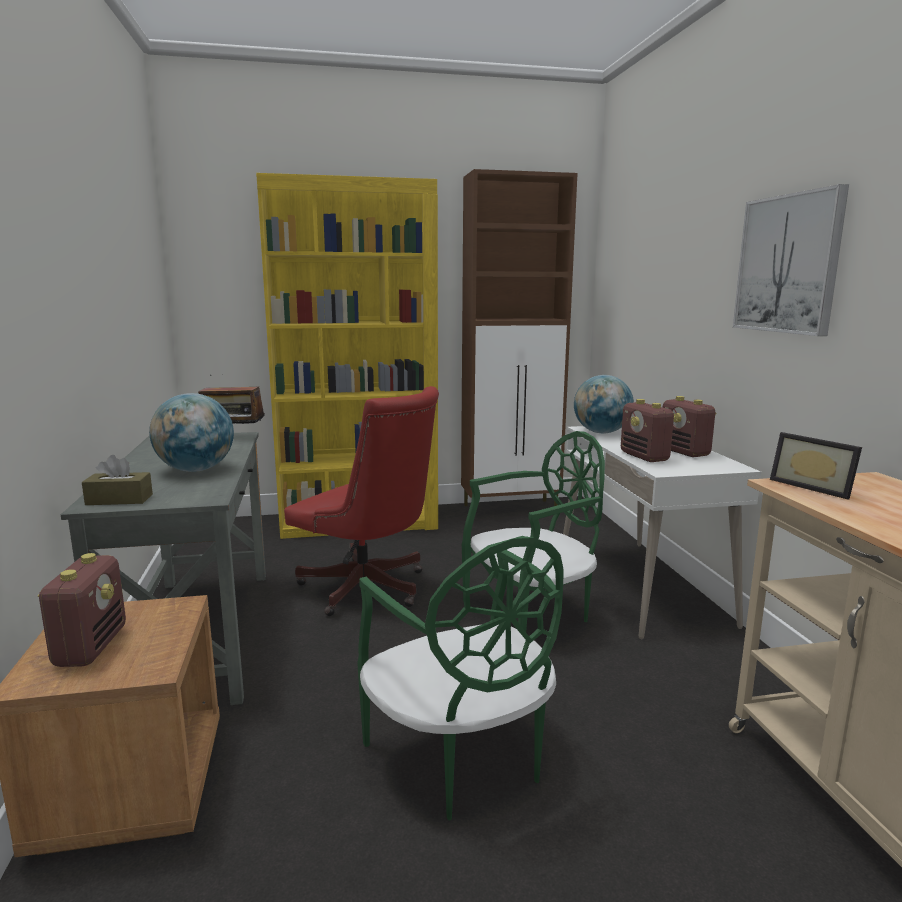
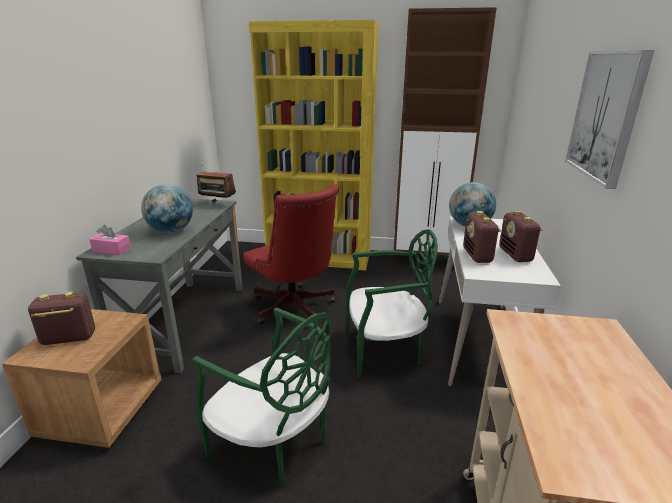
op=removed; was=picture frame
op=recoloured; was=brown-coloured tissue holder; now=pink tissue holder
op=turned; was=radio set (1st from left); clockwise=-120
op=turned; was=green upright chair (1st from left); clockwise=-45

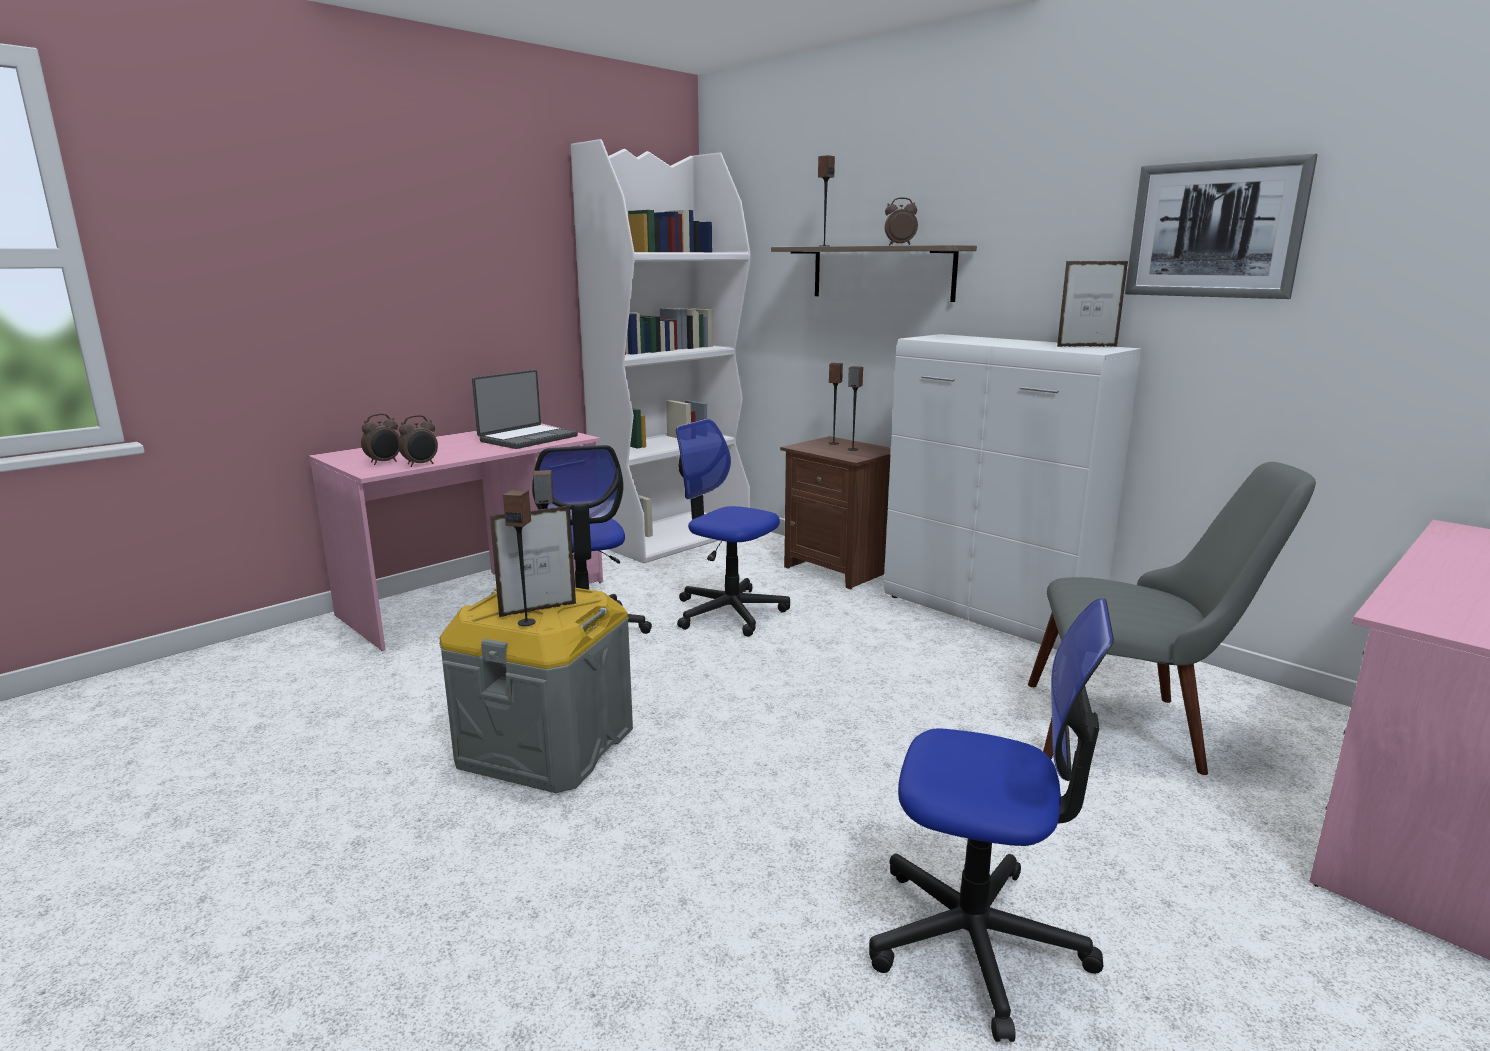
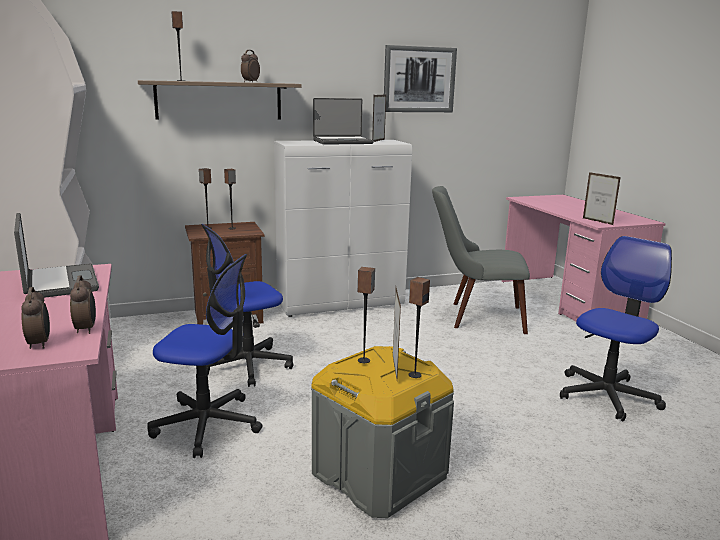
op=added; now=laptop (2nd from left)
op=added; now=picture frame (3rd from left)
op=turned; was=grey upright chair; clockwise=-120

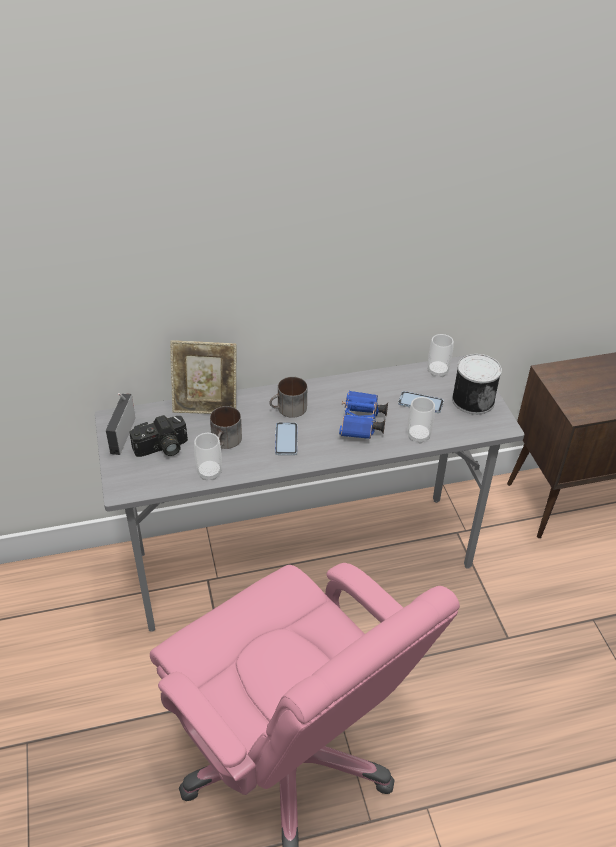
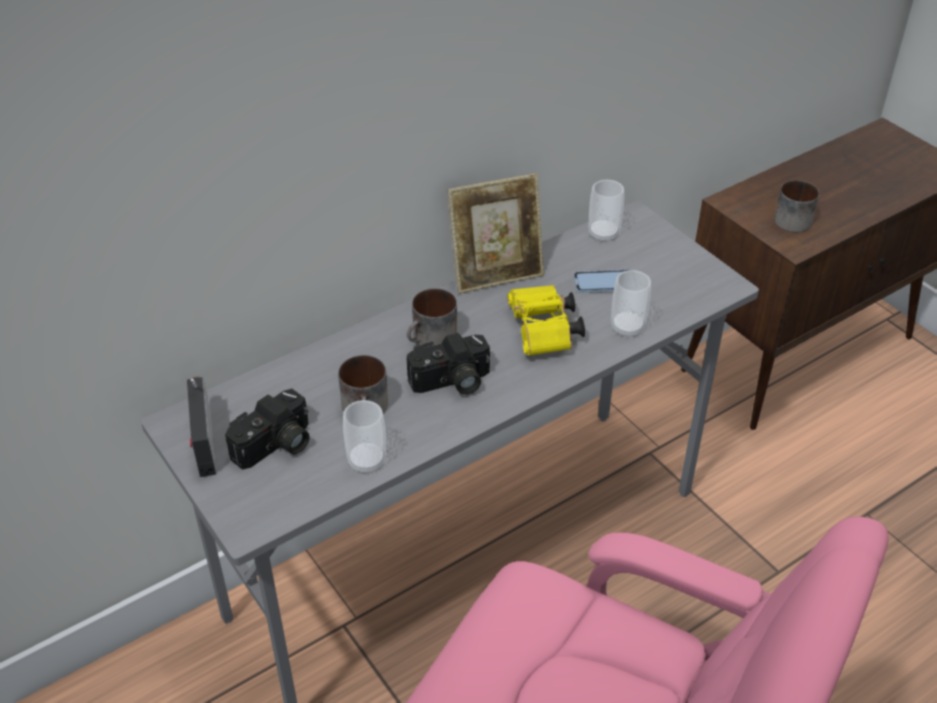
op=removed; was=sealed can
op=added; now=coffee mug (3rd from left)
op=moved; was=picture frame
op=replaced; was=phone (1st from left); now=still camera (2nd from left)
op=recoloured; was=blue pair of binoculars; now=yellow-coloured pair of binoculars

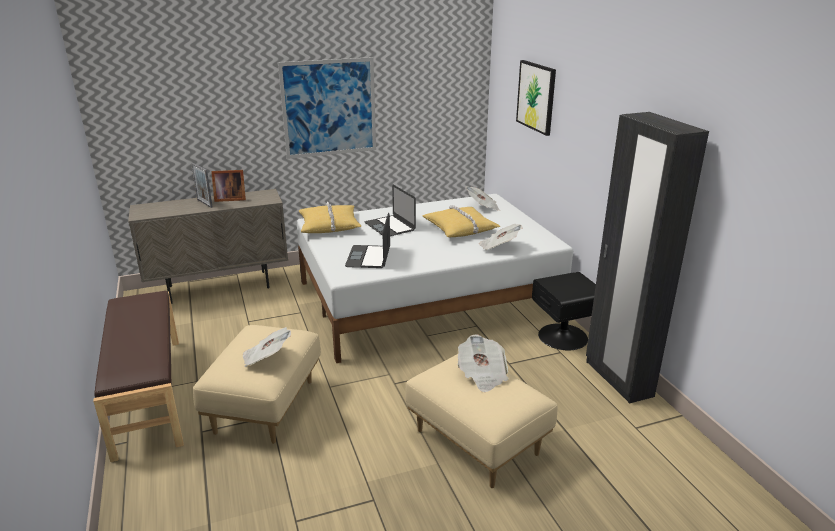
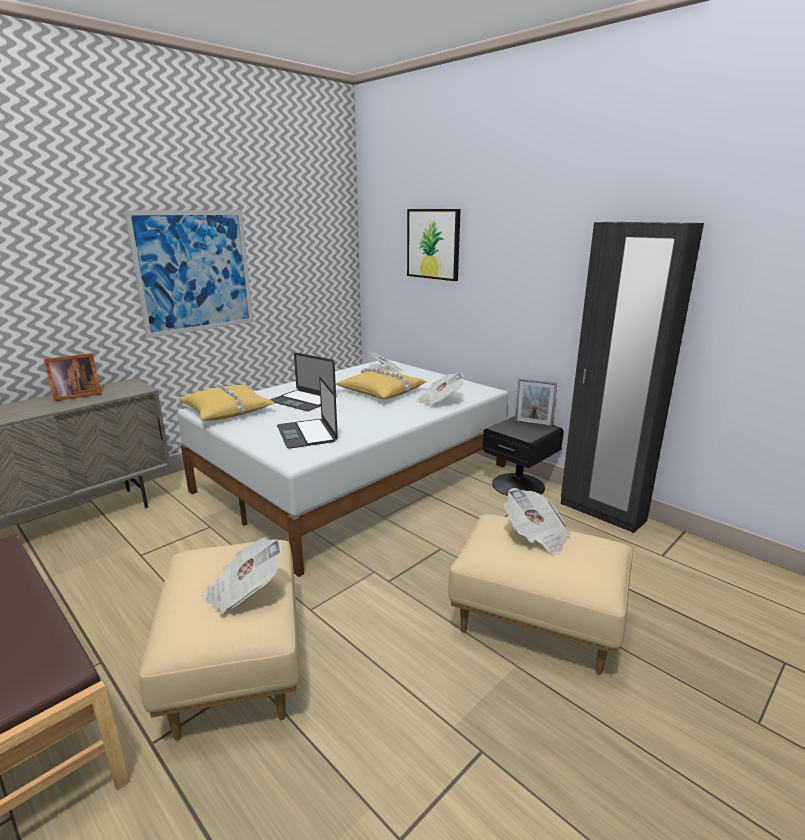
op=moved; was=picture frame (1st from left in the first image); now=picture frame (2nd from left)

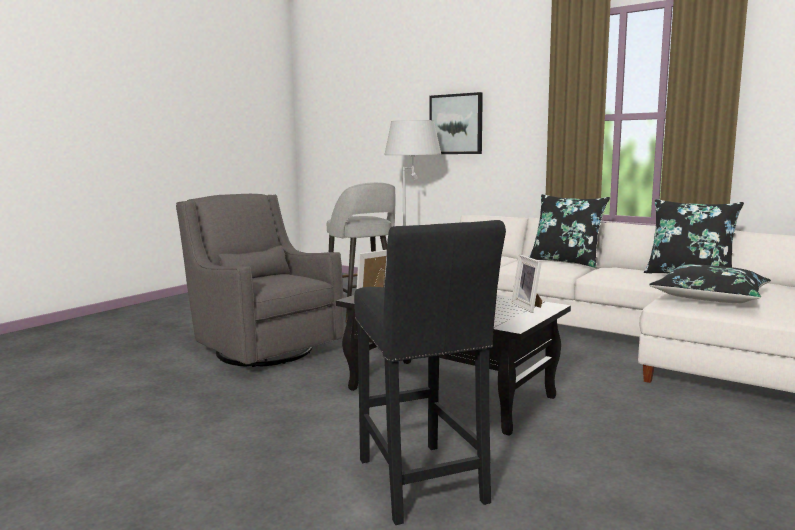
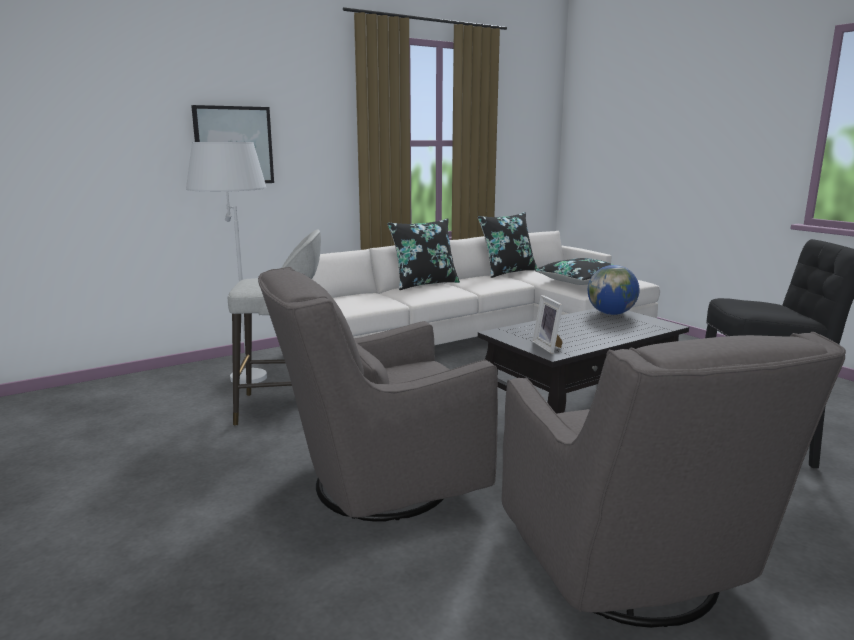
op=added; now=grey armchair (2nd from left)
op=replaced; was=picture frame (2nd from left); now=globe

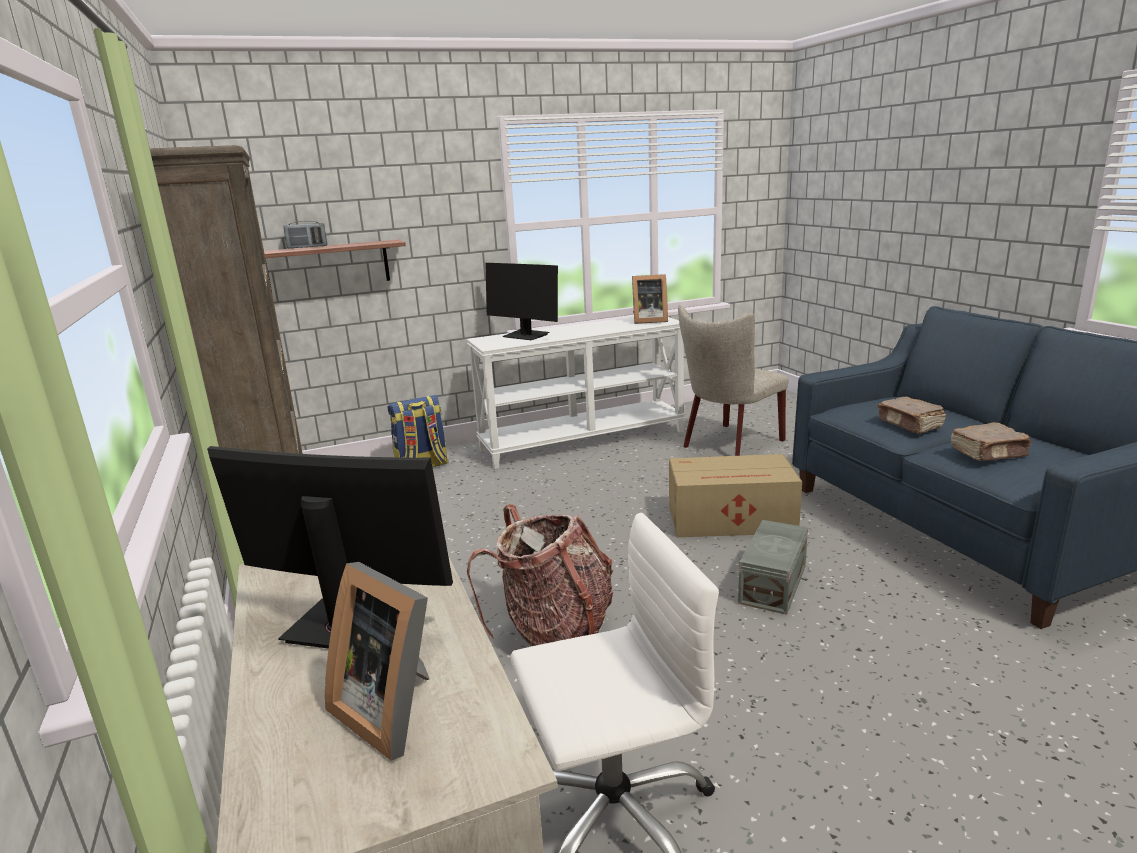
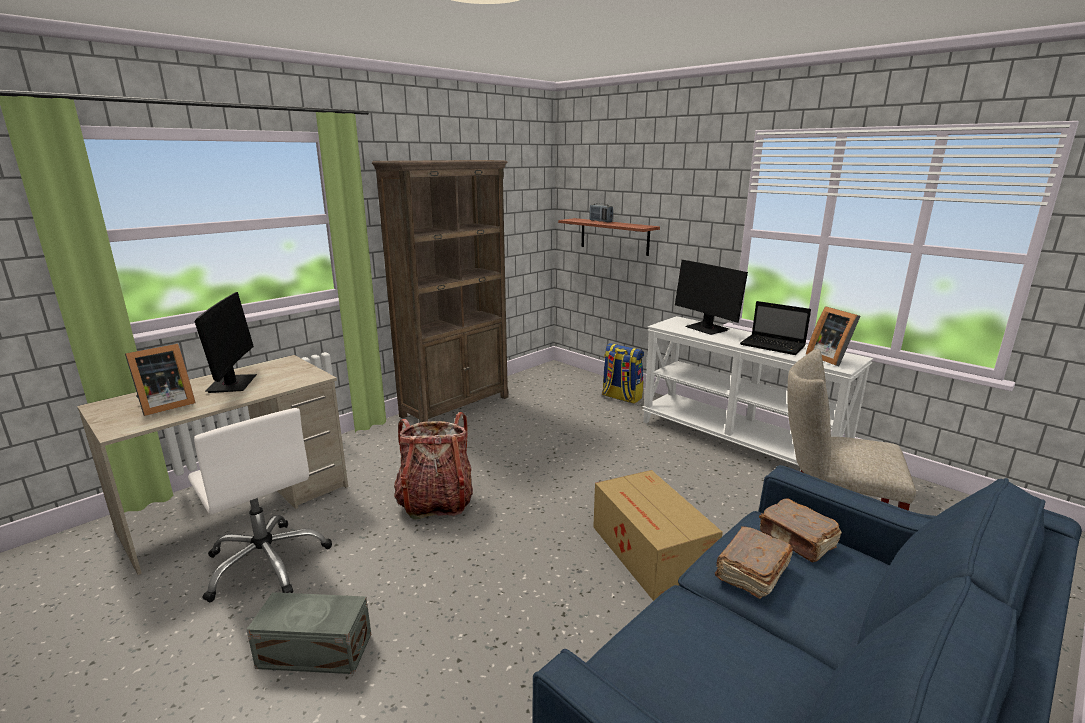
op=added; now=laptop
op=moved; was=grey storage box
op=moved; was=brown-coloured book (2nd from left)
op=turned; was=picture frame (1st from left); clockwise=-150
op=turned; was=computer display (2nd from left); clockwise=-45

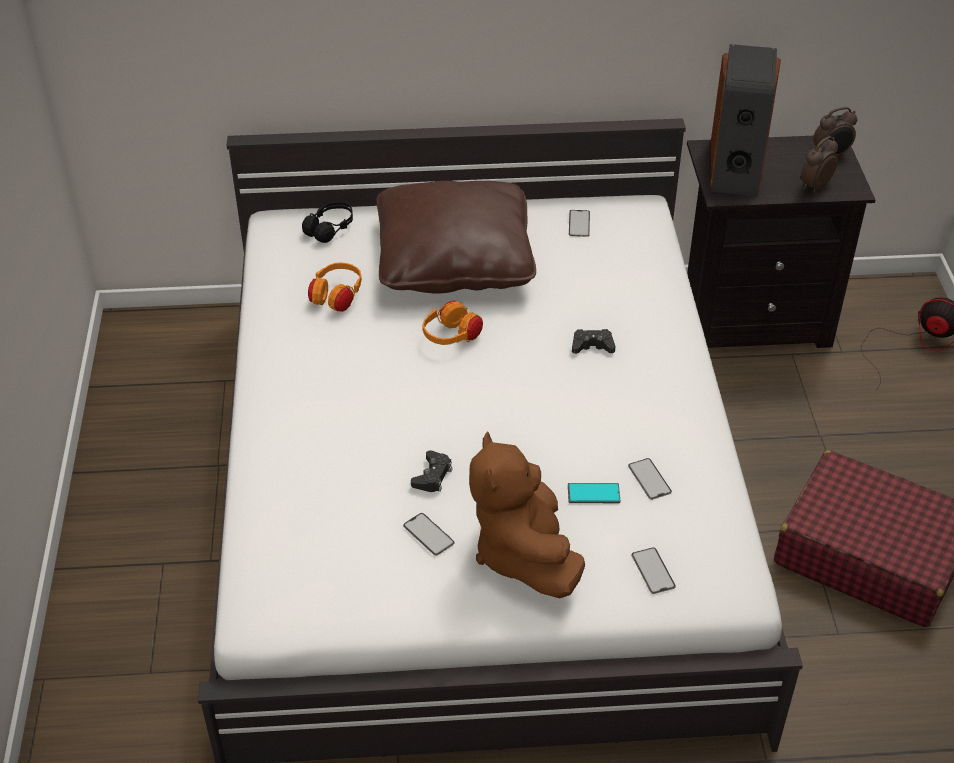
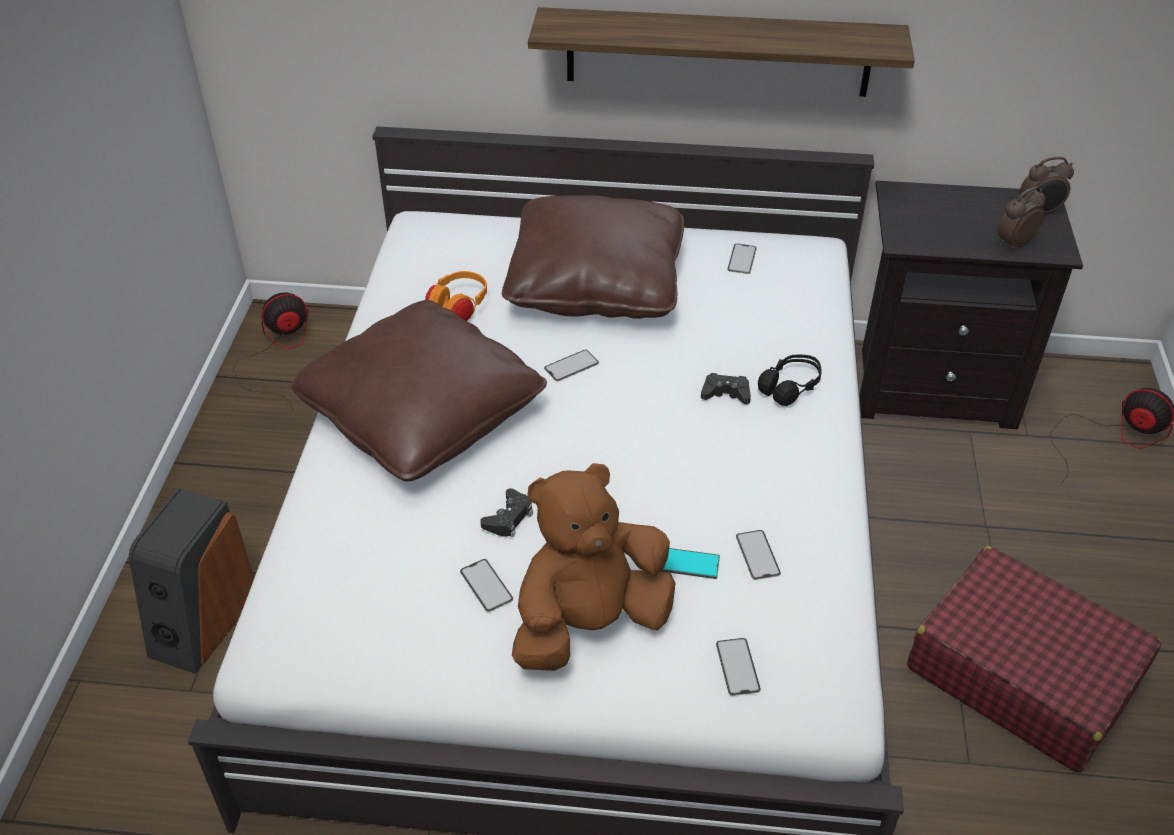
op=added; now=fan (1st from left)
op=added; now=brown-coloured pillow (1st from left)
op=added; now=shelf
op=moved; was=blackish pair of headphones
op=moved; was=audio speaker
op=replaced; was=orange-coloured pair of headphones (2nd from left); now=phone (2nd from left)
op=turned; was=brown-coloured plush toy; clockwise=60

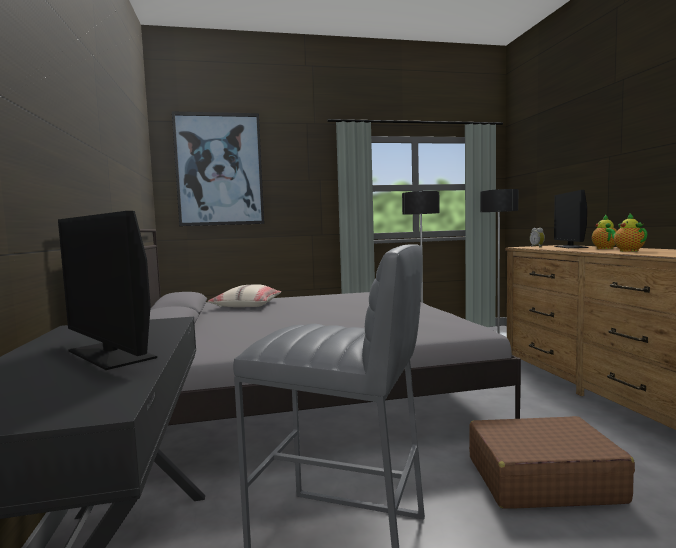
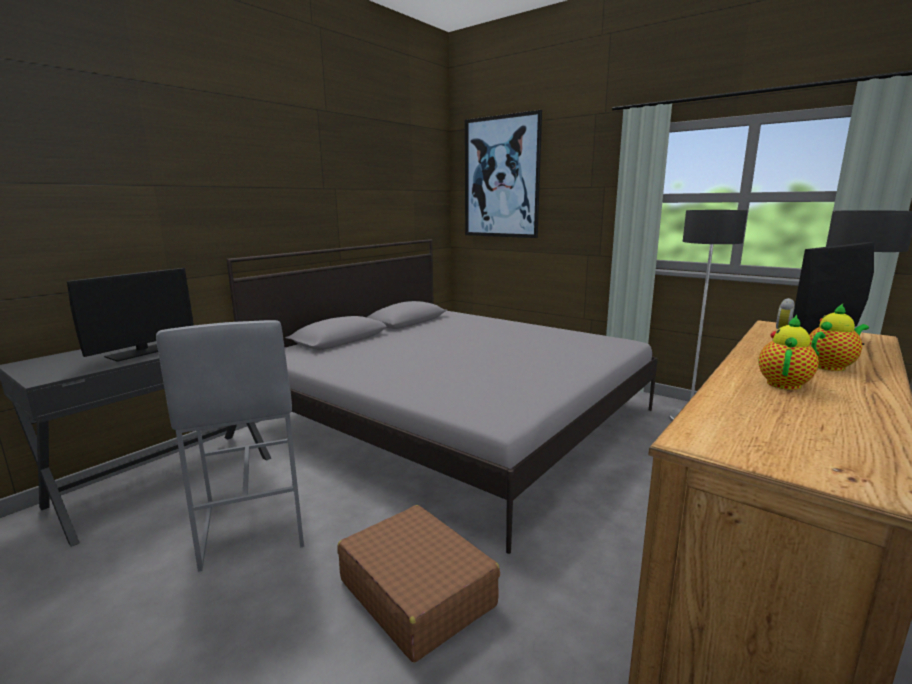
op=removed; was=sand-coloured pillow
op=turned; was=computer display (1st from left); clockwise=-150

